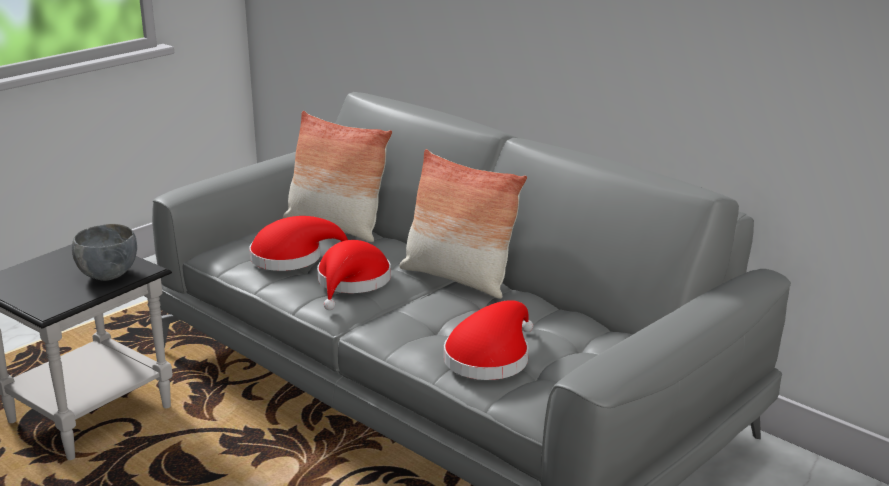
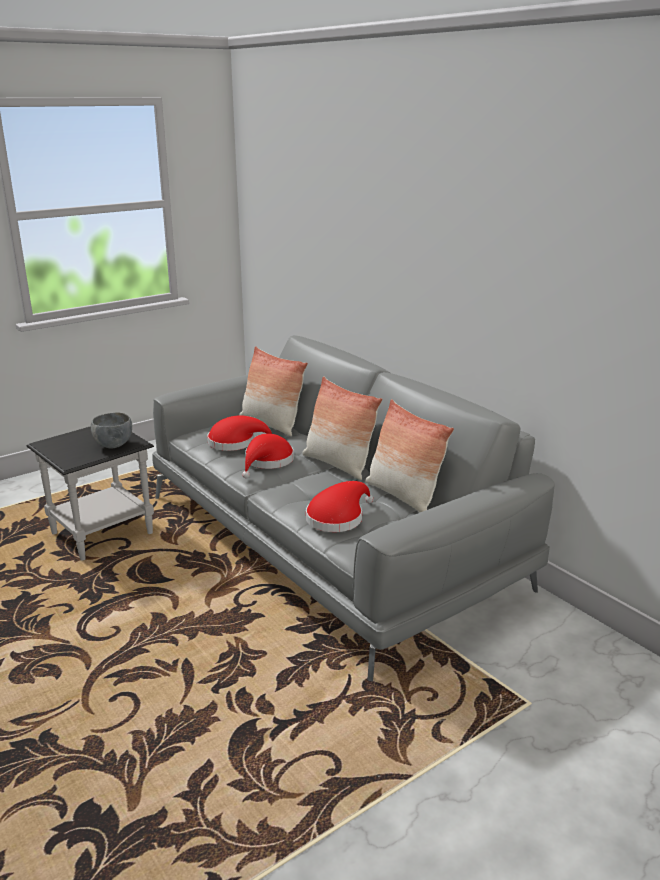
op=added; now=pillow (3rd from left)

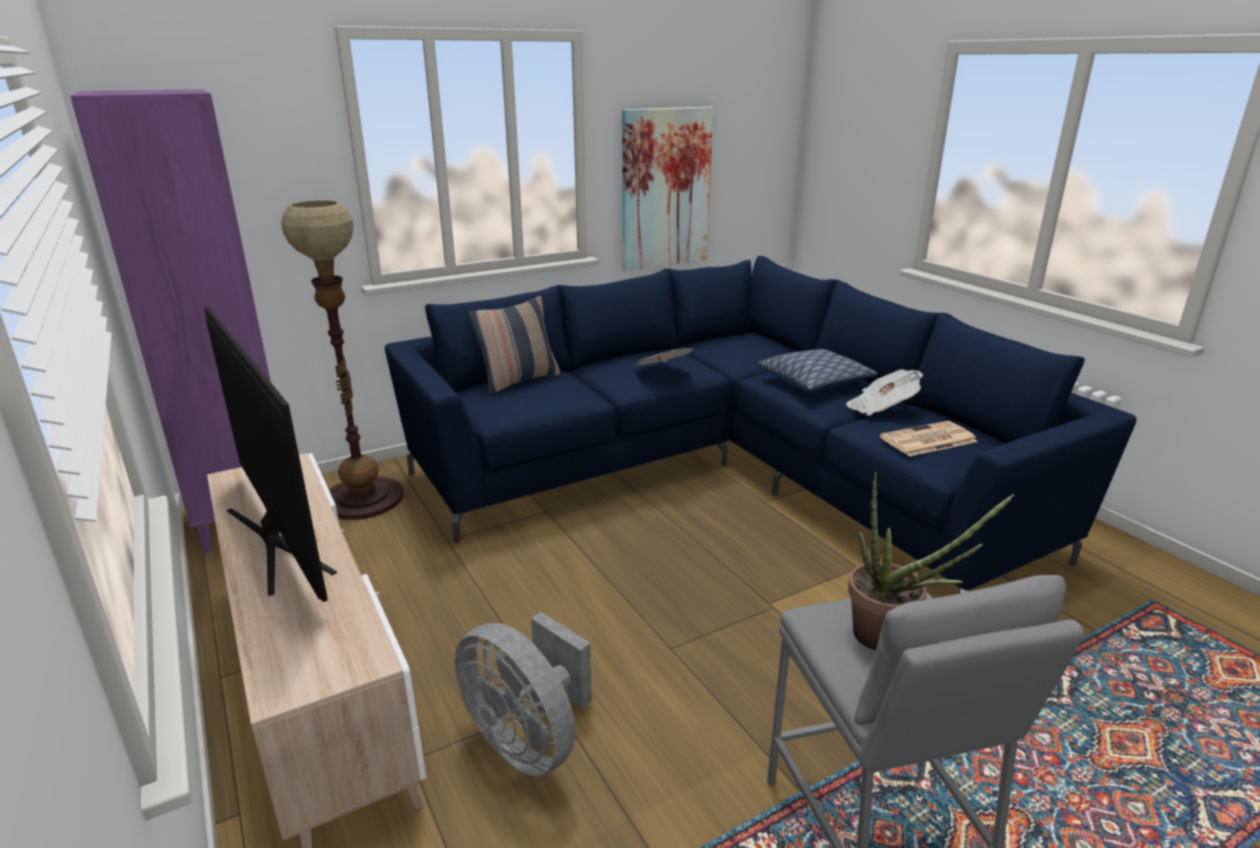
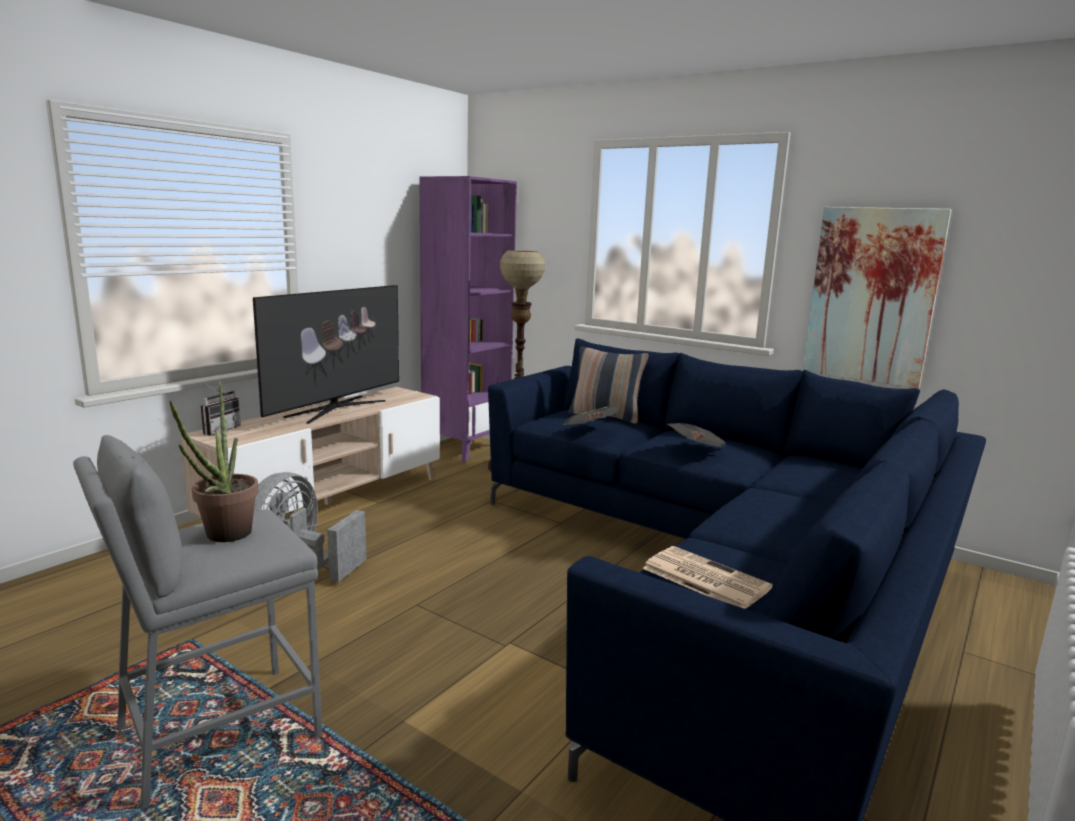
op=removed; was=pillow (2nd from left)
op=added; now=radio set
op=moved; was=newspaper (2nd from left in the first image); now=newspaper (1st from left)

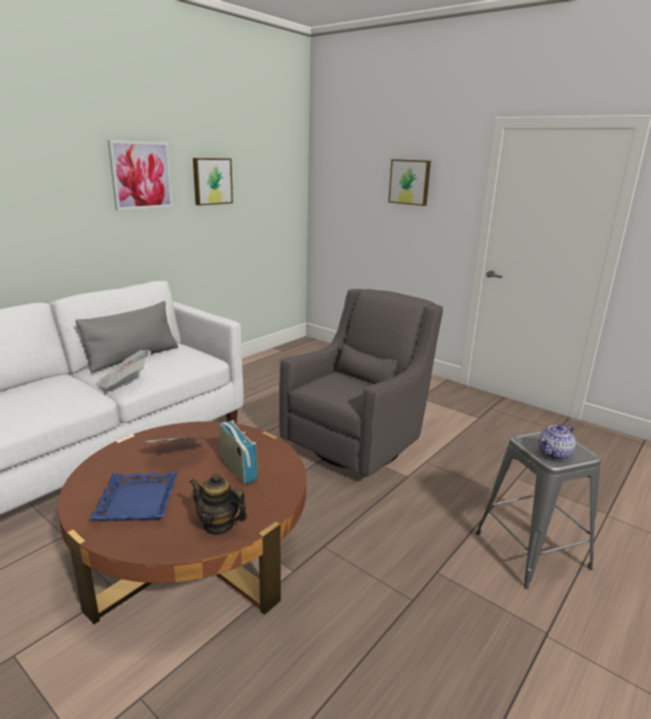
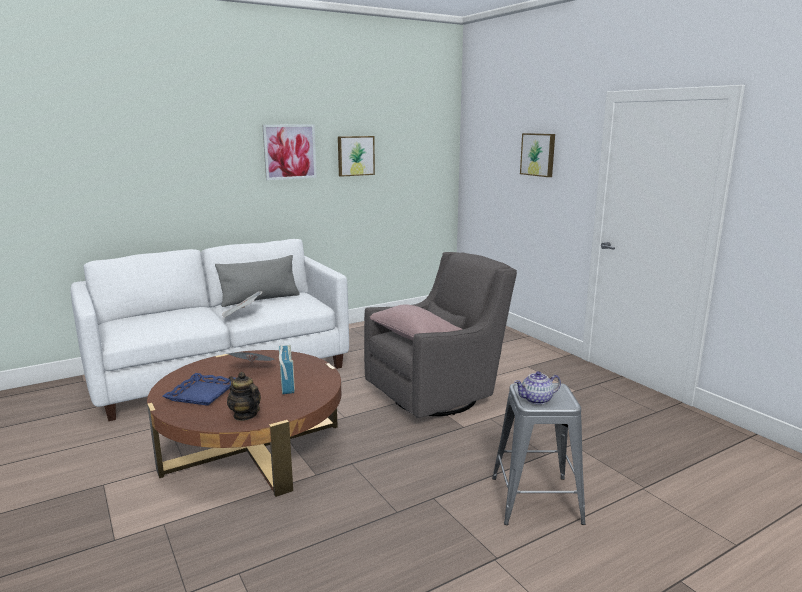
op=added; now=pink pillow

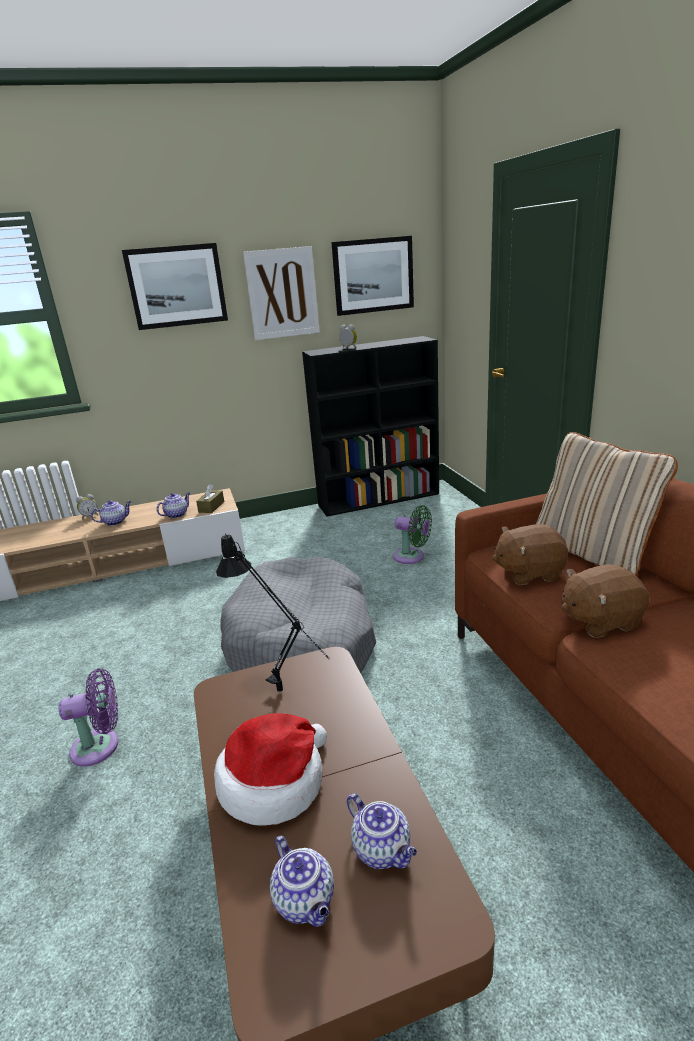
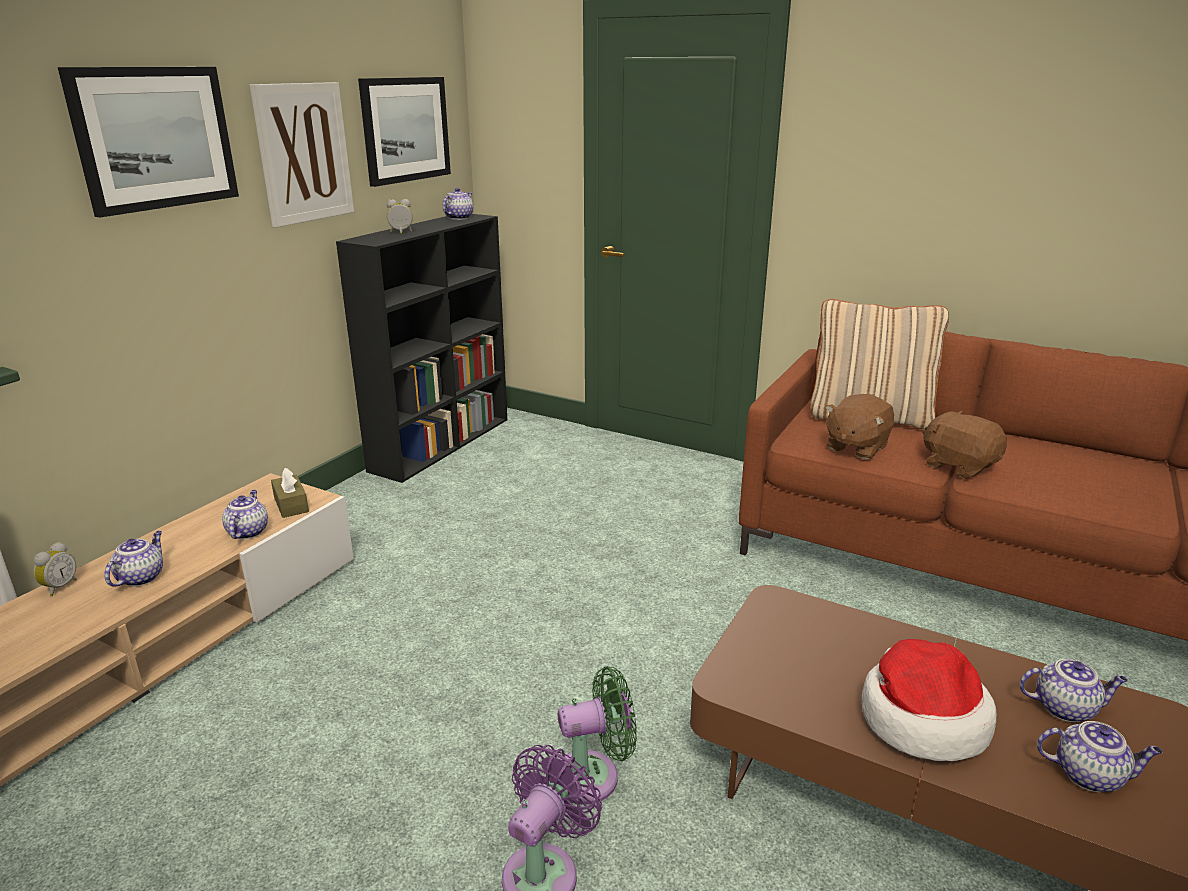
op=removed; was=blackish table lamp
op=removed; was=grey pet bed
op=added; now=tea pot (3rd from left)
op=moved; was=green fan
op=turned; was=brown-coloured plush toy (2nd from left); clockwise=105

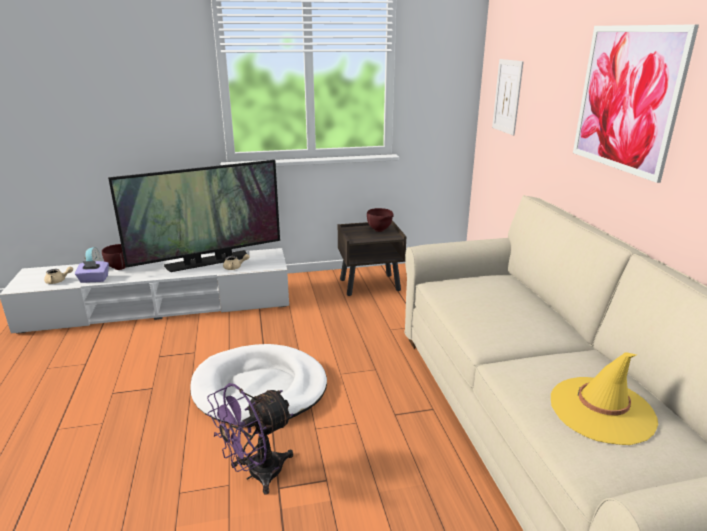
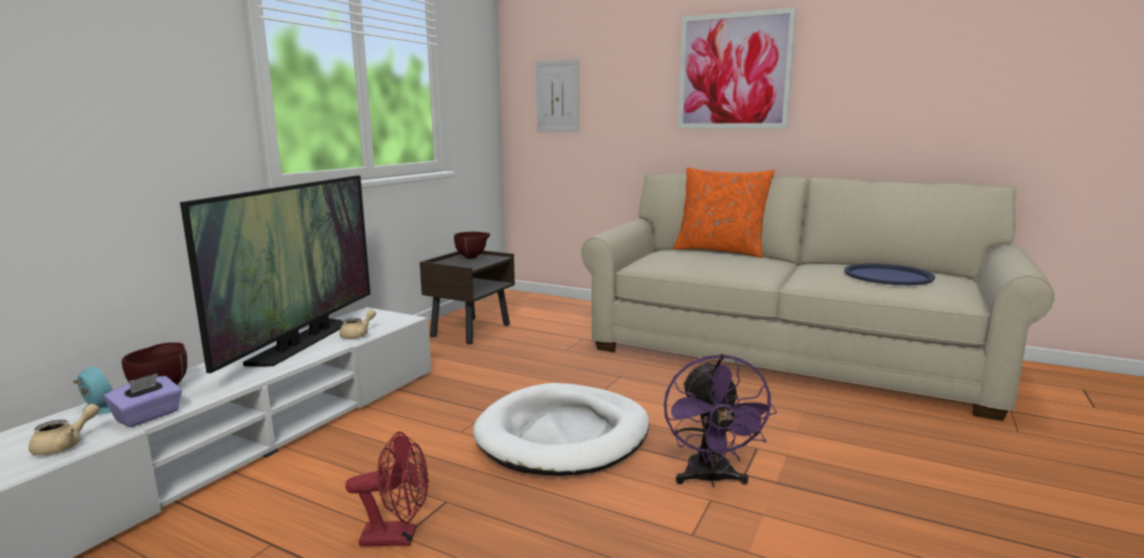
op=added; now=reddish fan
op=added; now=orange-coloured pillow
op=replaced; was=yellow-coloured hat; now=blue tray

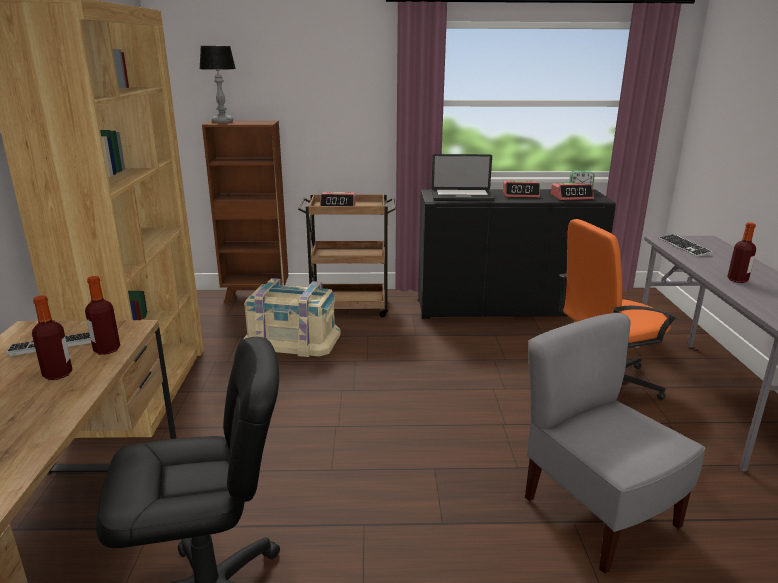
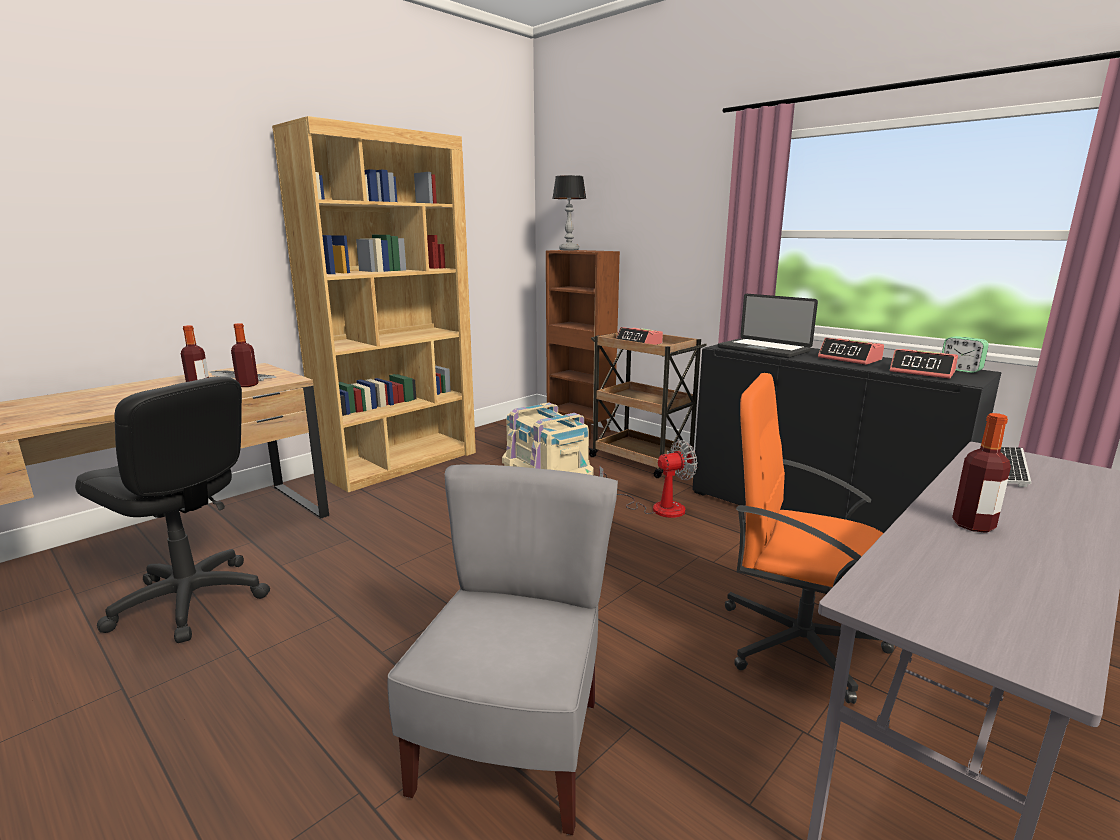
op=added; now=fan

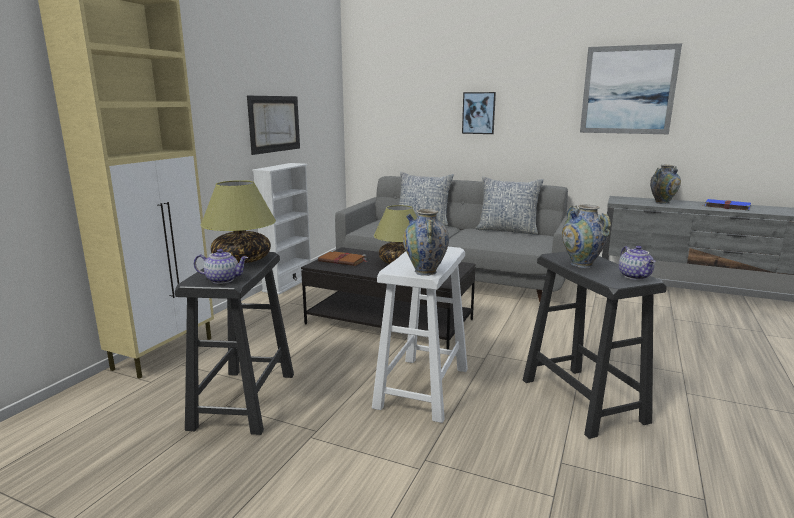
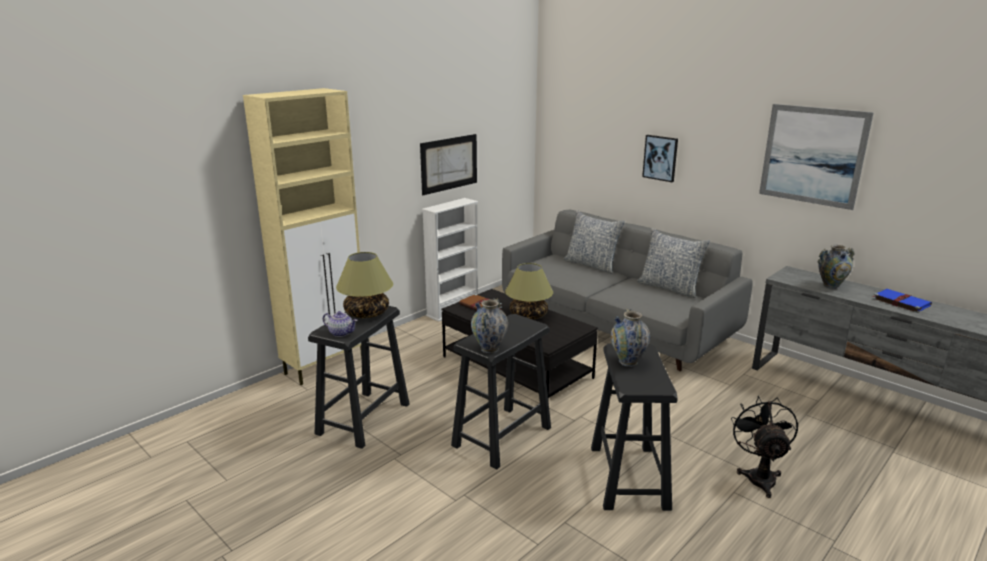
op=removed; was=tea pot (2nd from left)
op=added; now=blackish fan
op=recoloured; was=white stool; now=blackish stool (2nd from left)

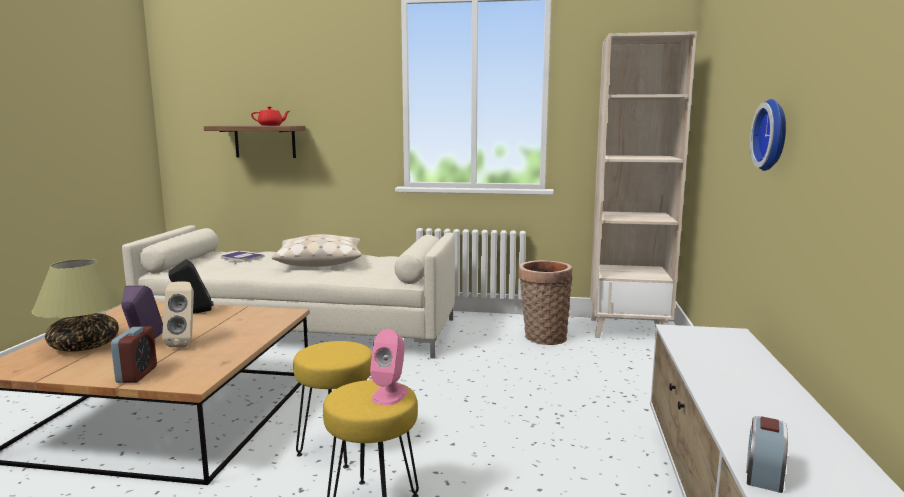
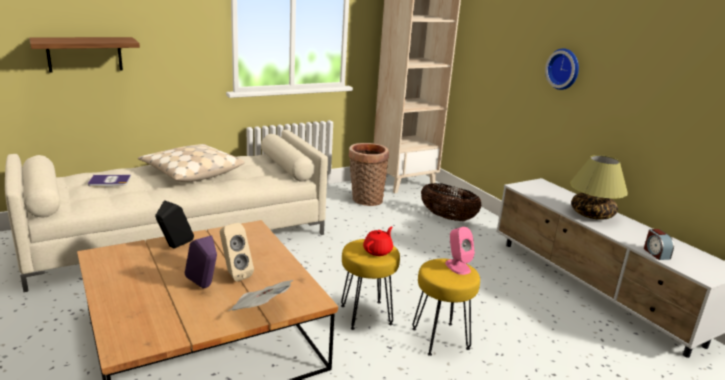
op=added; now=household basket (2nd from left)
op=moved; was=table lamp
op=moved; was=reddish tea pot
op=replaced; was=alarm clock (1st from left); now=newspaper

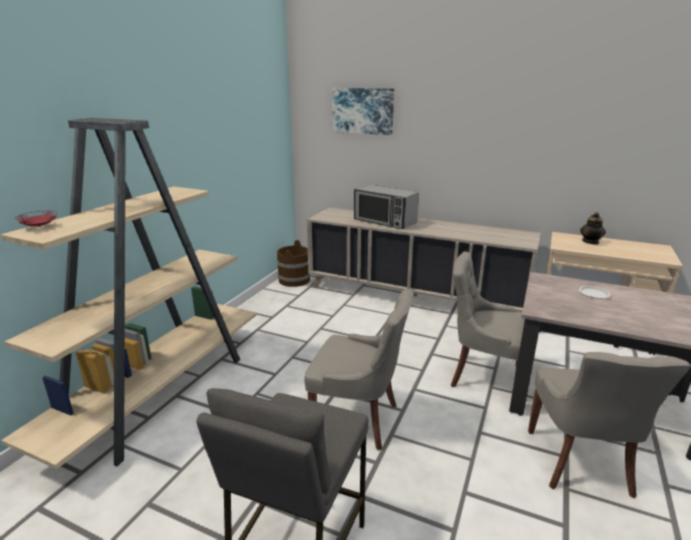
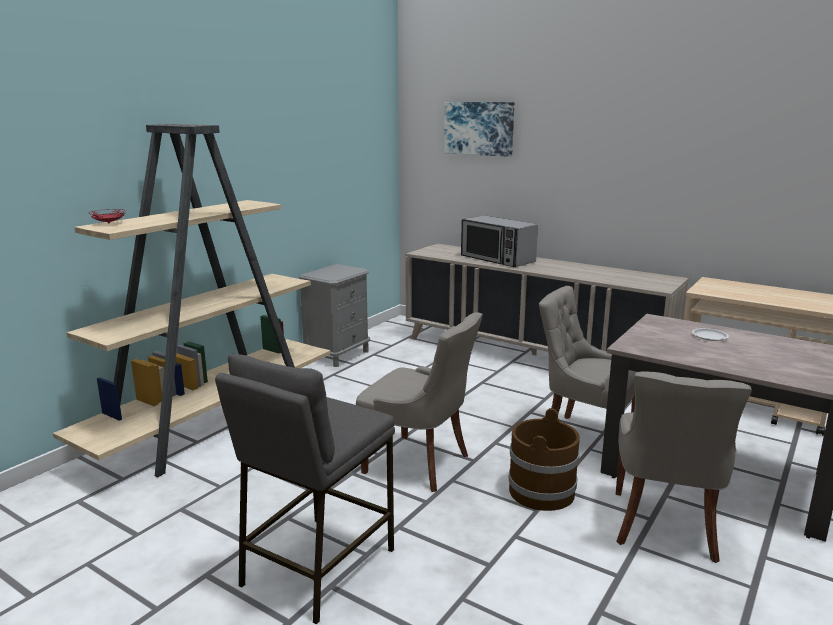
op=removed; was=tea pot
op=added; now=grey night table
op=moved; was=brown-coloured pail

